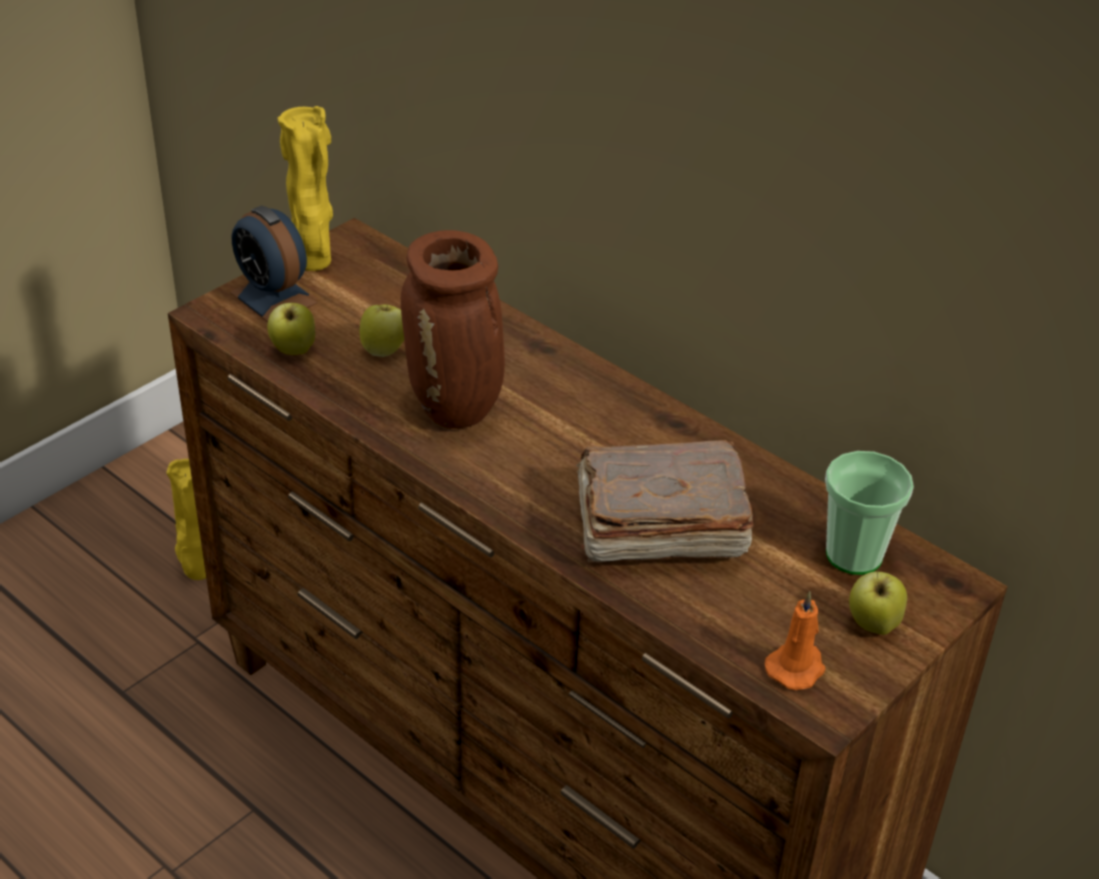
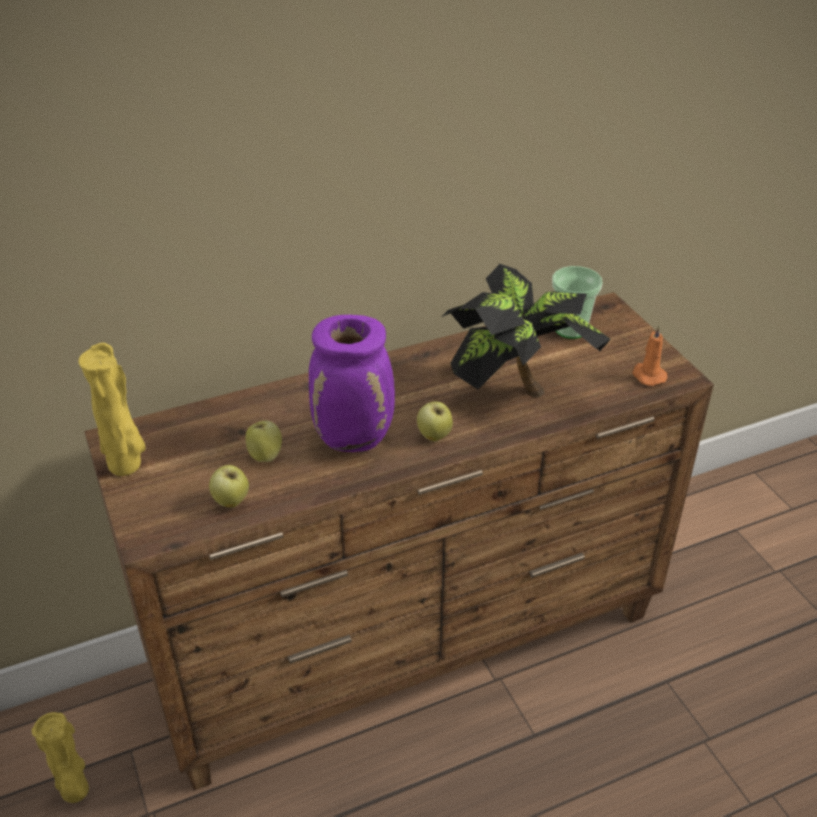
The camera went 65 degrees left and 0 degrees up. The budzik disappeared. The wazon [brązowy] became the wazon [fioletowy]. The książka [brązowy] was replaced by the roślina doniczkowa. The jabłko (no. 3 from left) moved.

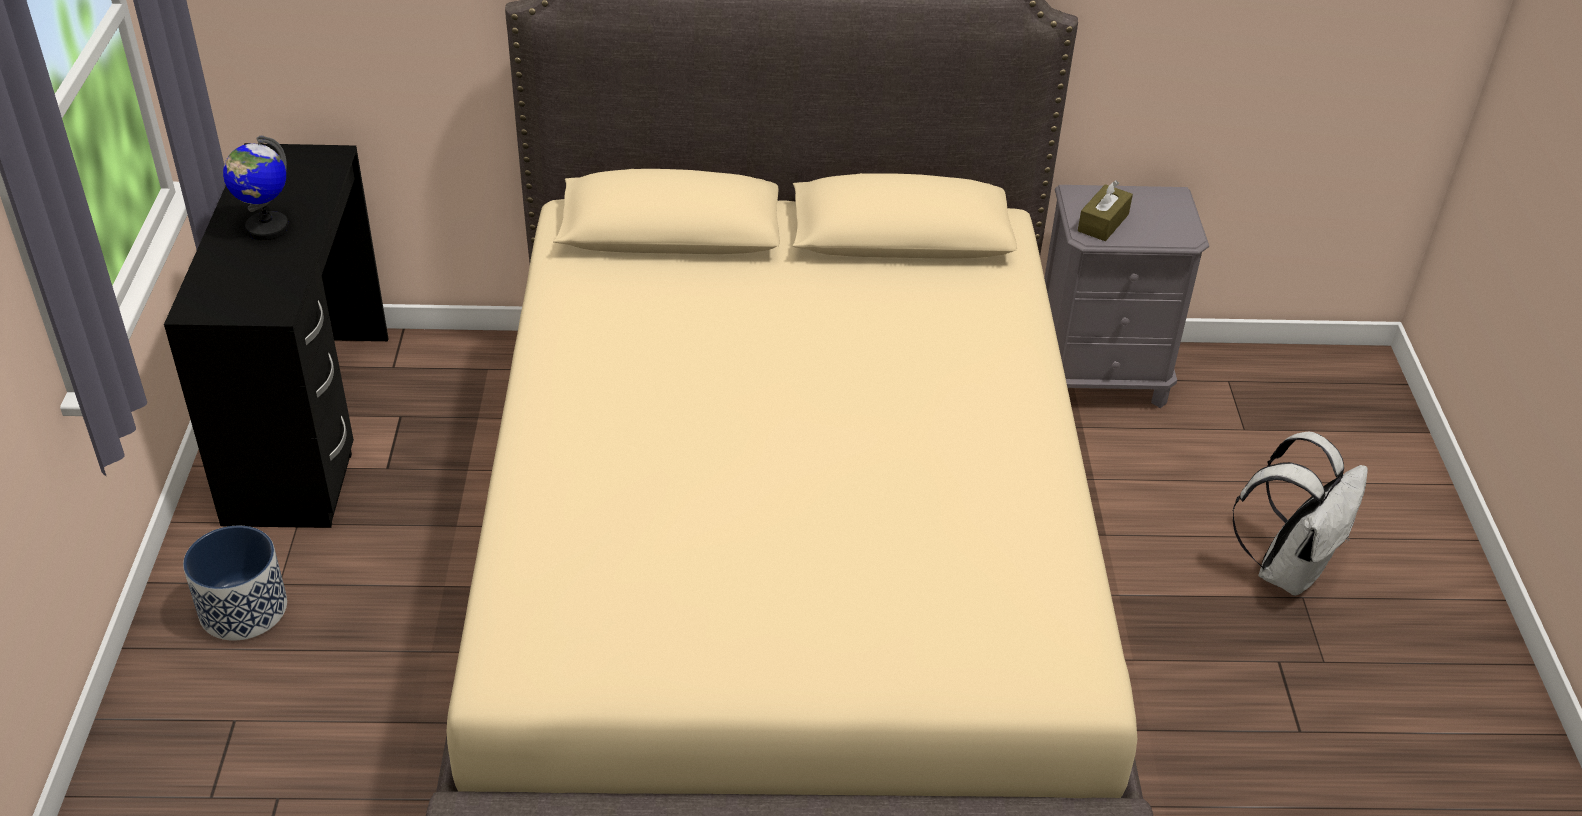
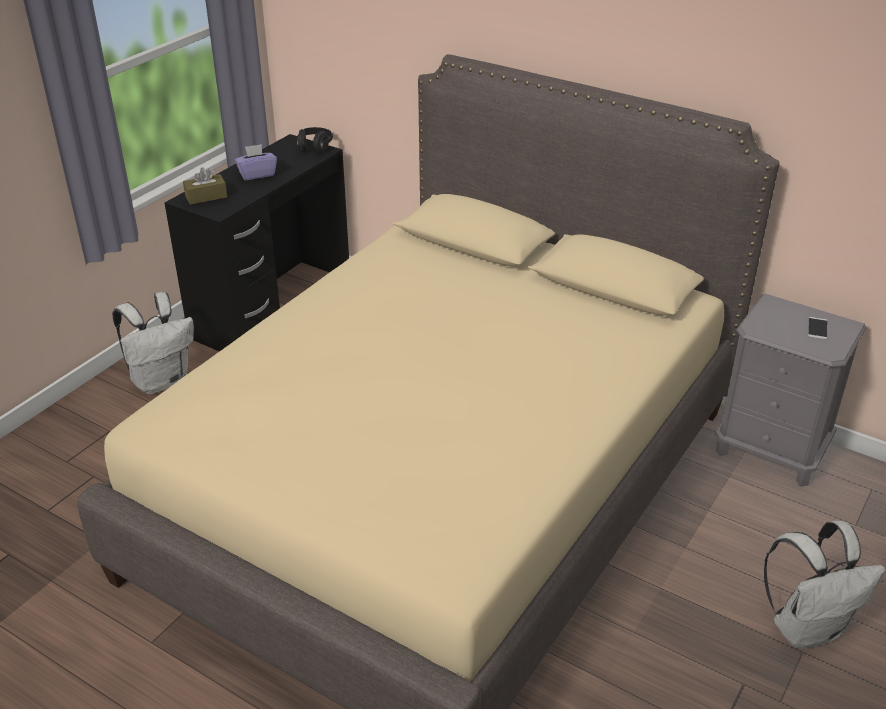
The camera went 35 degrees right and 5 degrees down. The globus was replaced by the pudełko chusteczek [fioletowy]. The pudełko chusteczek [brązowy] moved. The donica was replaced by the plecak [biały] (no. 1 from left). The słuchawki [czarny] appeared. The telefon appeared.

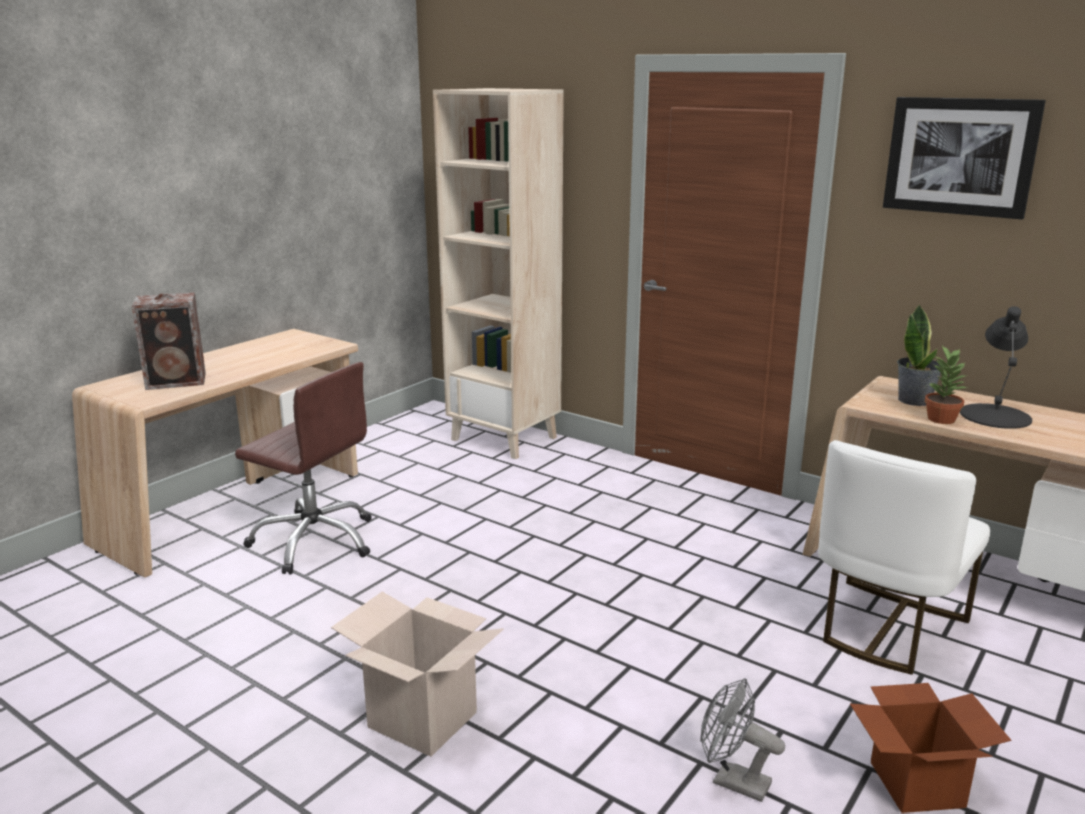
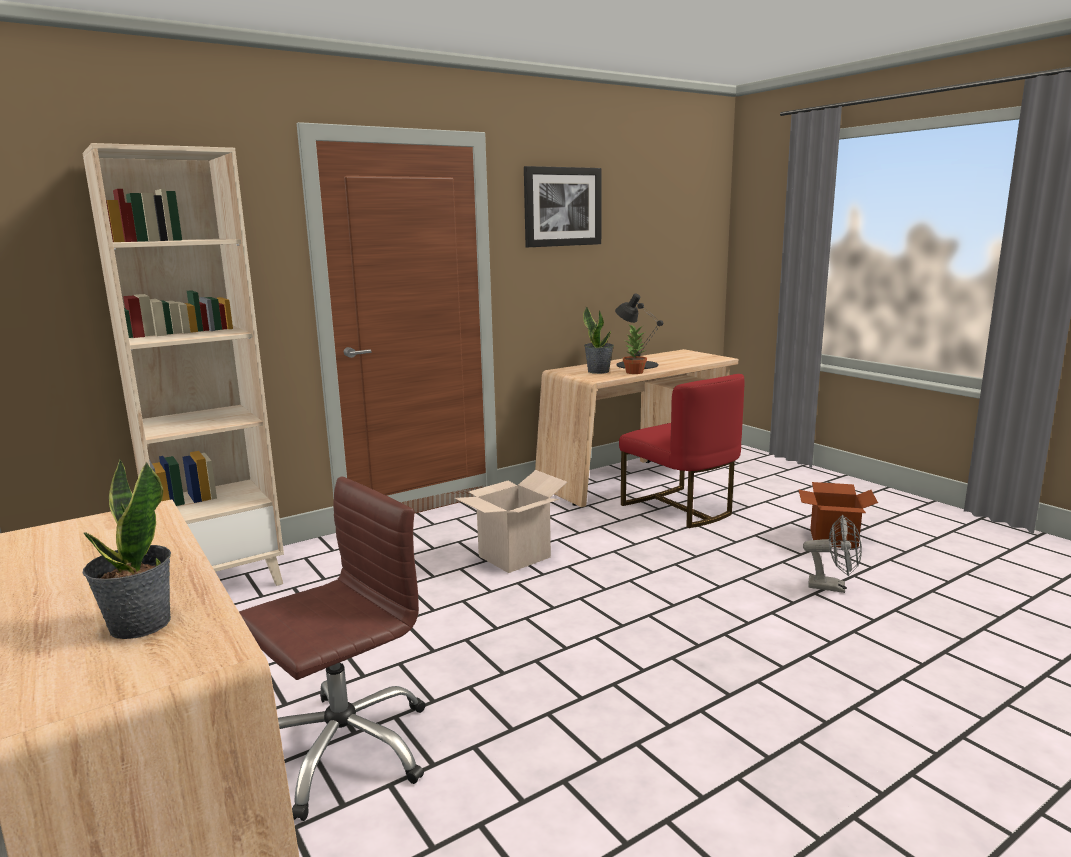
The camera went 70 degrees left and 5 degrees down. The głośnik was replaced by the roślina doniczkowa (no. 1 from left). The krzesło [biały] became the krzesło [czerwony]. The karton (no. 1 from left) moved. The wentylator [szary] turned 120 degrees counterclockwise.

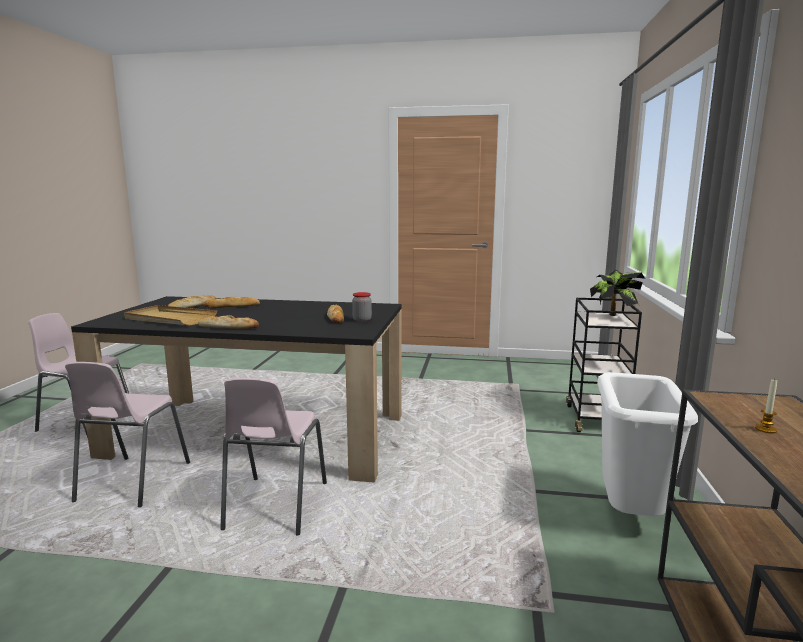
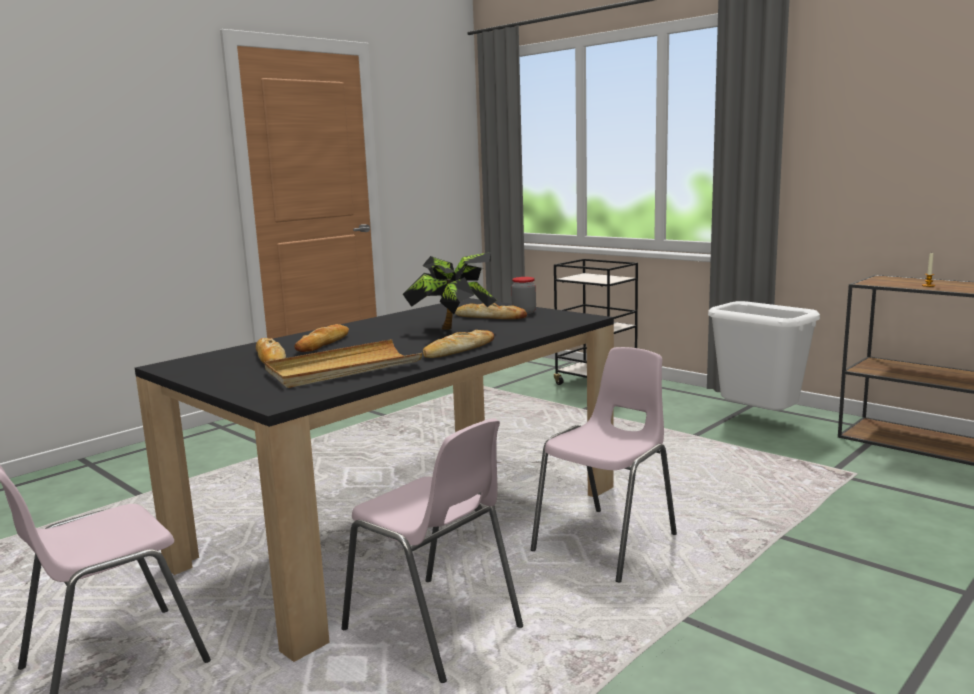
The camera went 55 degrees left and 0 degrees up. The roślina doniczkowa moved. The krzesło [różowy] (no. 3 from left) turned 90 degrees counterclockwise.

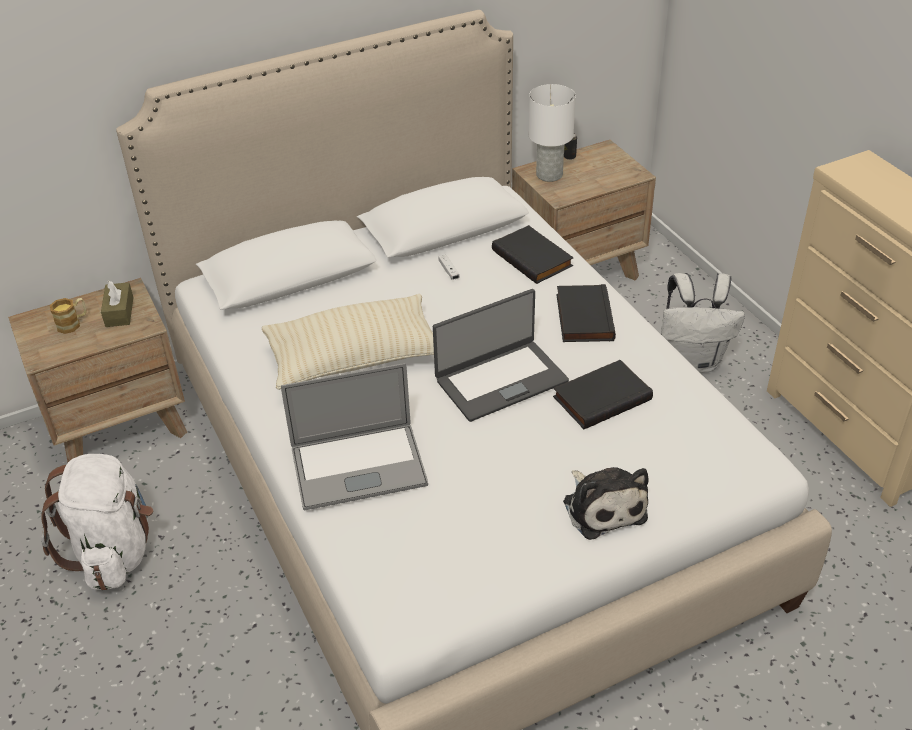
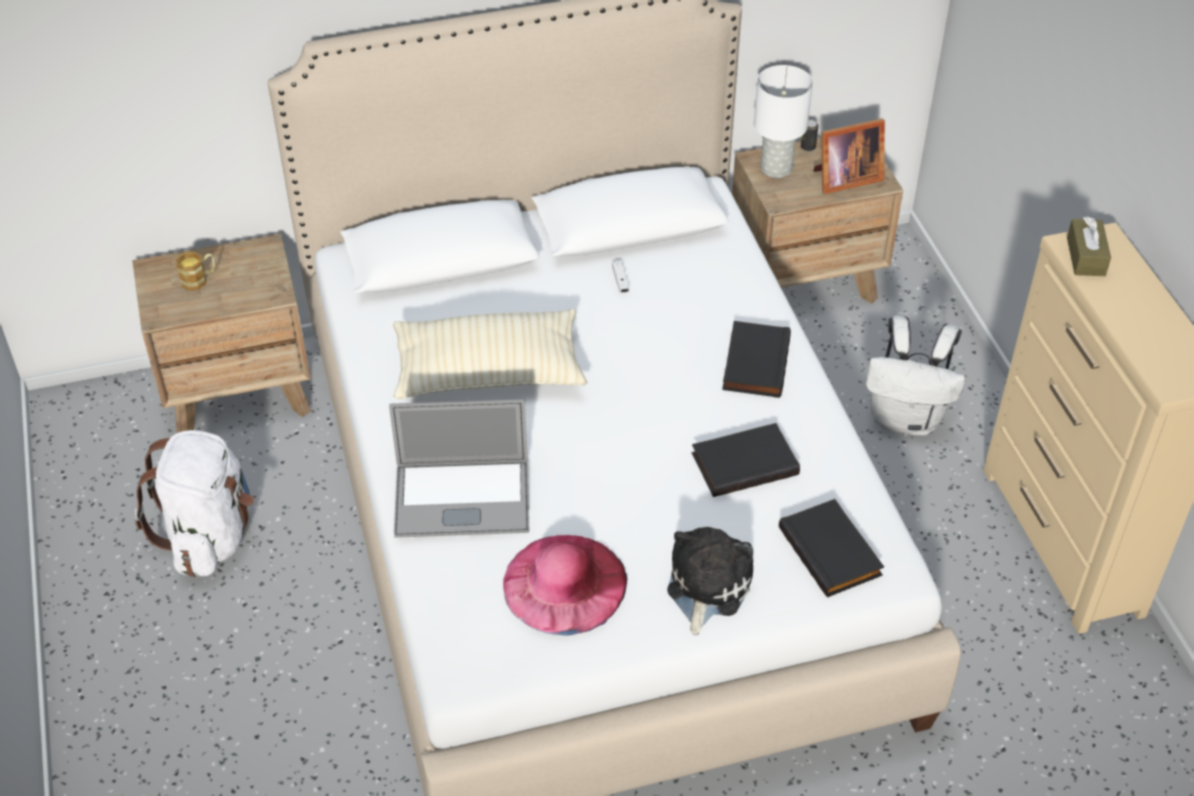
The camera went 10 degrees right and 5 degrees up. The książka [czarny] (no. 1 from left in the first image) moved. The pudełko chusteczek [brązowy] moved. The laptop (no. 2 from left) disappeared. The pluszak turned 150 degrees counterclockwise. The ramka na zdjęcie appeared. The kapelusz [różowy] appeared.

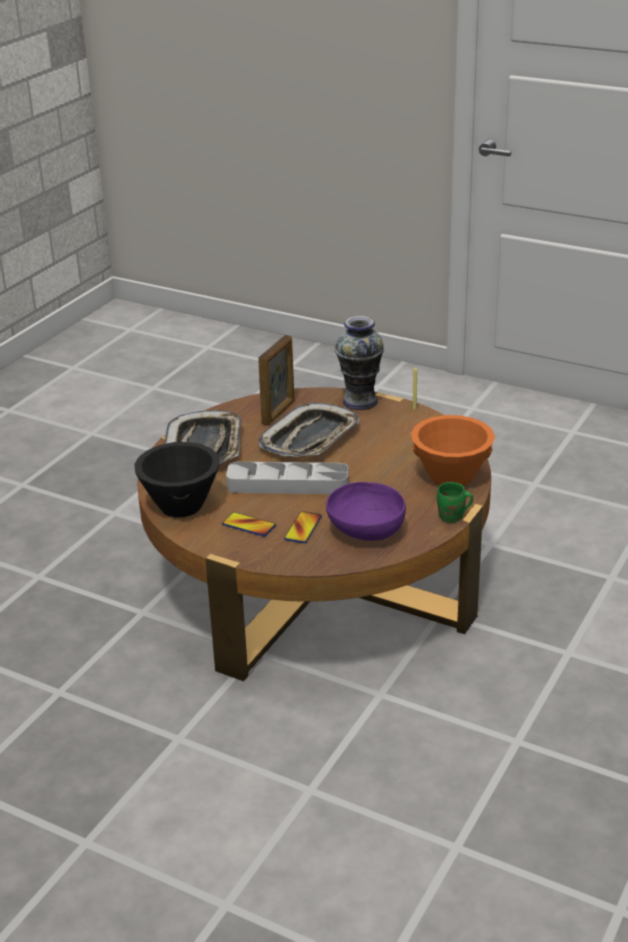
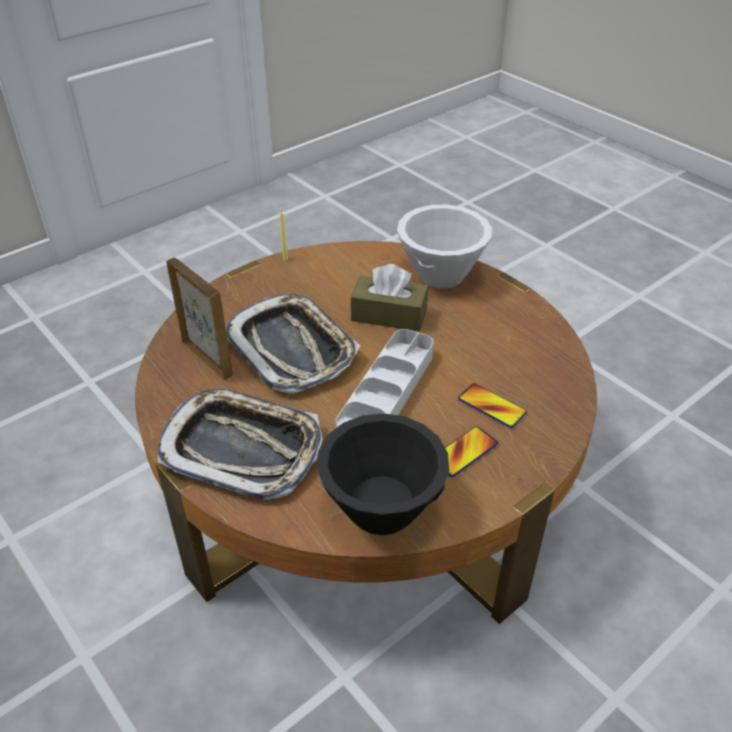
The camera went 70 degrees left and 10 degrees up. The wazon disappeared. The miska [pomarańczowy] became the miska [biały]. The miska [fioletowy] disappeared. The kubek [zielony] disappeared. The pudełko chusteczek [brązowy] appeared.

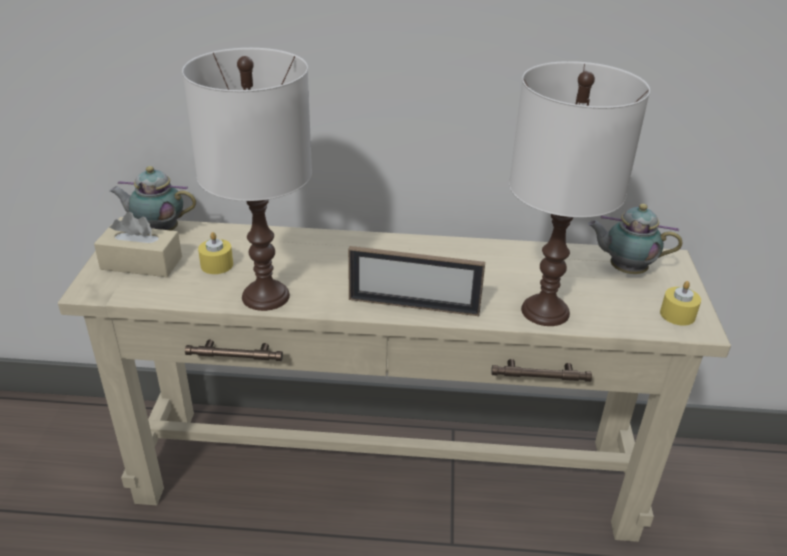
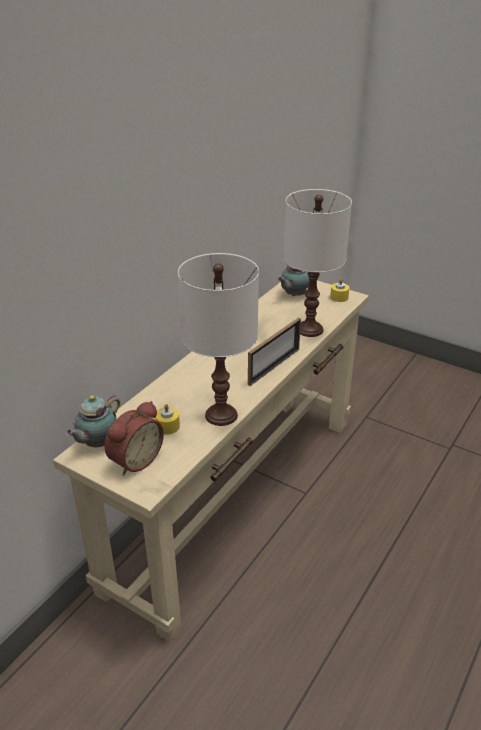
The camera went 60 degrees left and 0 degrees up. The pudełko chusteczek [beżowy] was replaced by the budzik.

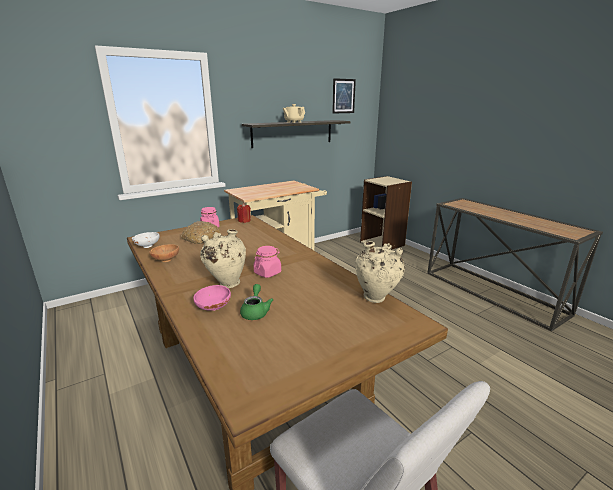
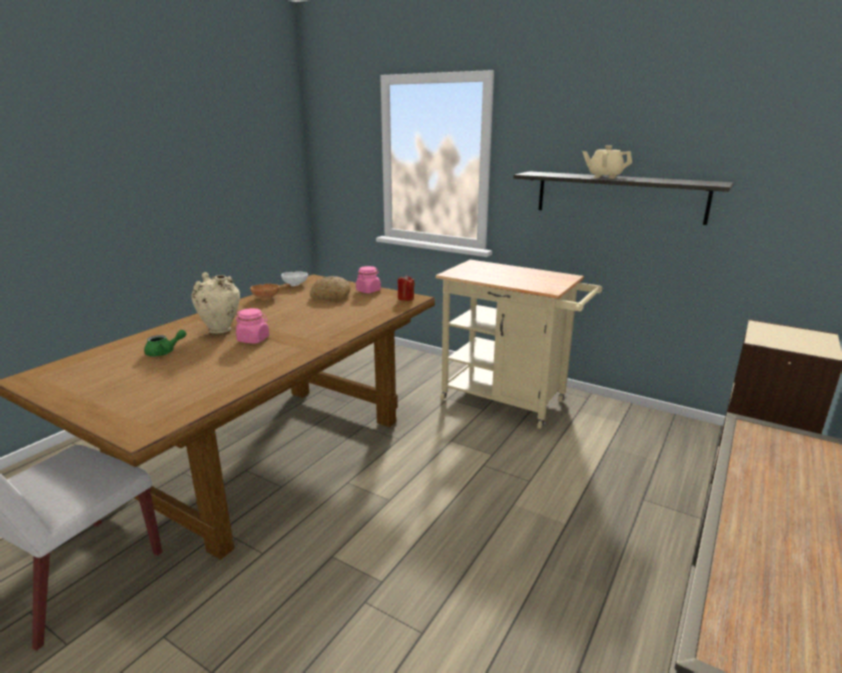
The camera went 65 degrees right and 0 degrees up. The obraz disappeared. The wazon [beżowy] (no. 2 from left) disappeared. The miska [różowy] disappeared.

